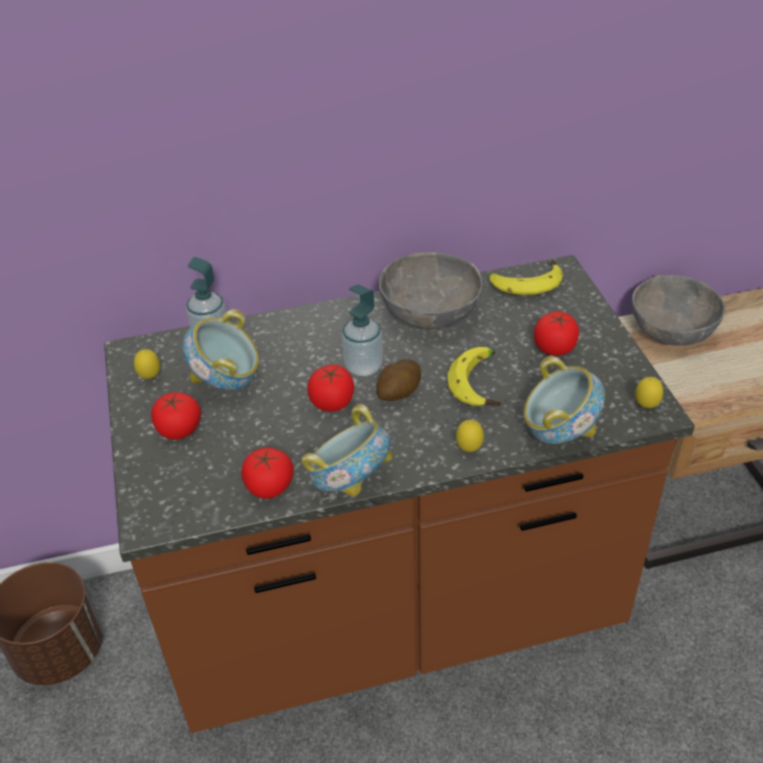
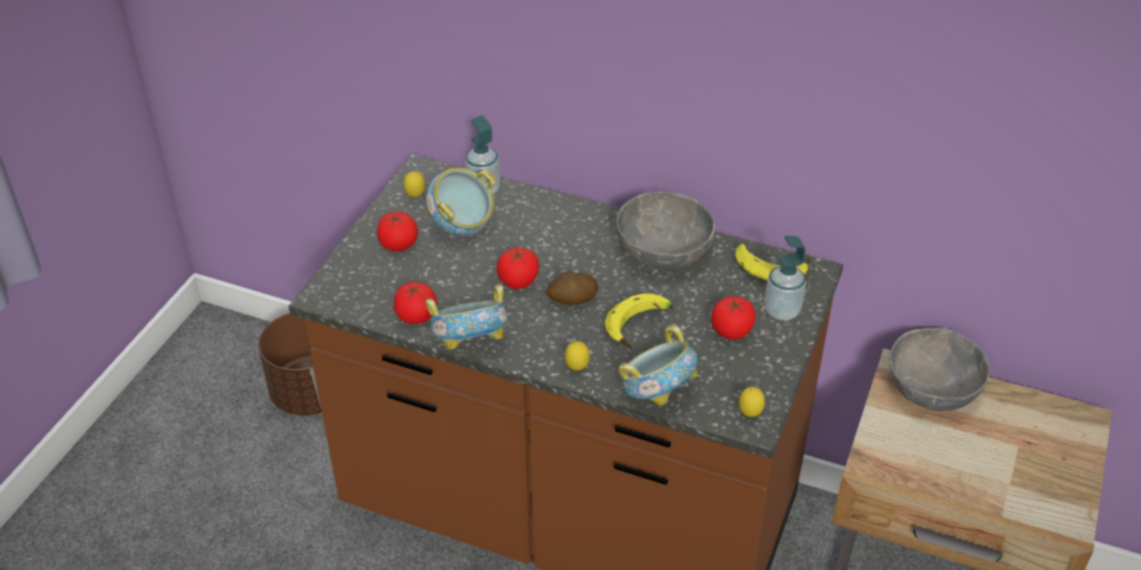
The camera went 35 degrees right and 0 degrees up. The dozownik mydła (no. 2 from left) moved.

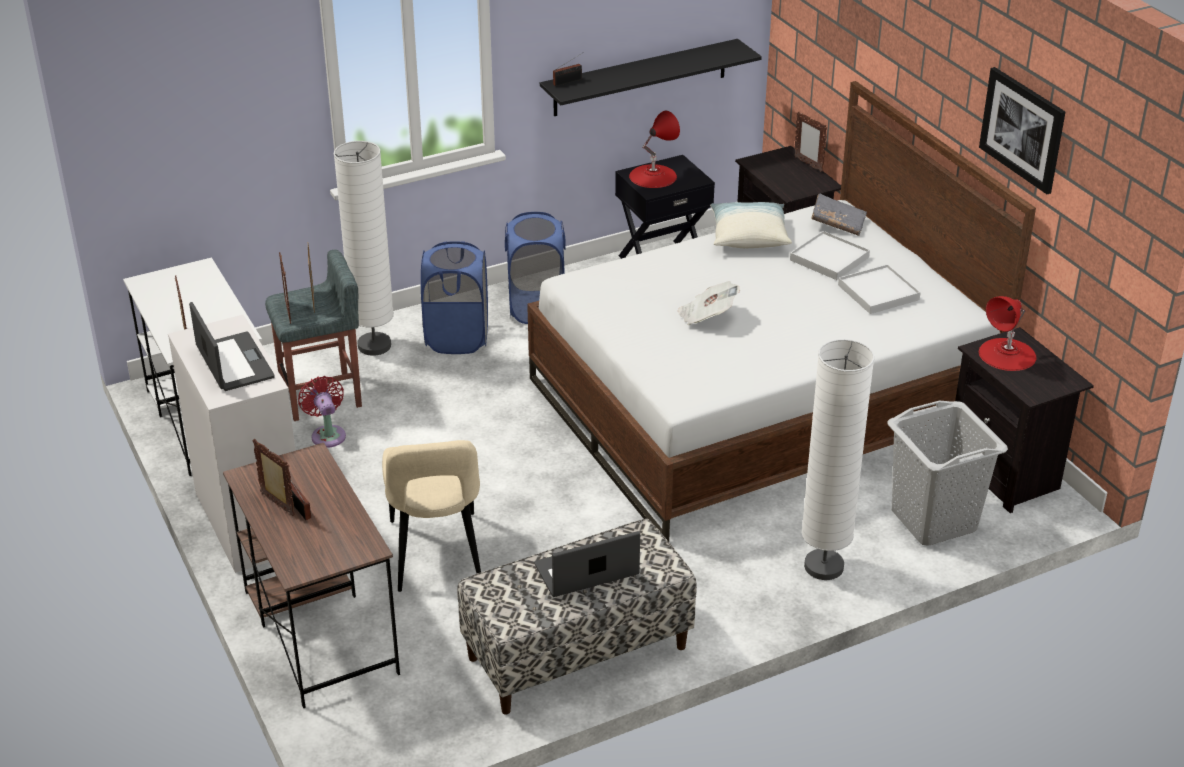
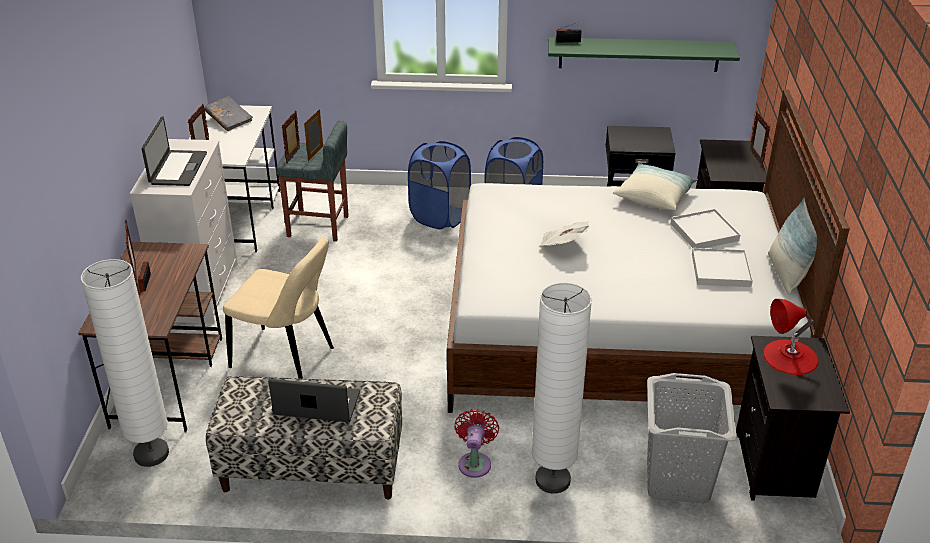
The camera went 30 degrees right and 0 degrees up. The półka [czarny] became the półka [zielony]. The obraz disappeared. The lampa stołowa [czerwony] (no. 1 from left) disappeared. The lampa stojąca [biały] (no. 1 from left) moved. The książka [szary] moved. The wentylator [czerwony] moved. The krzesło [beżowy] turned 90 degrees counterclockwise. The poduszka (no. 2 from left) appeared.

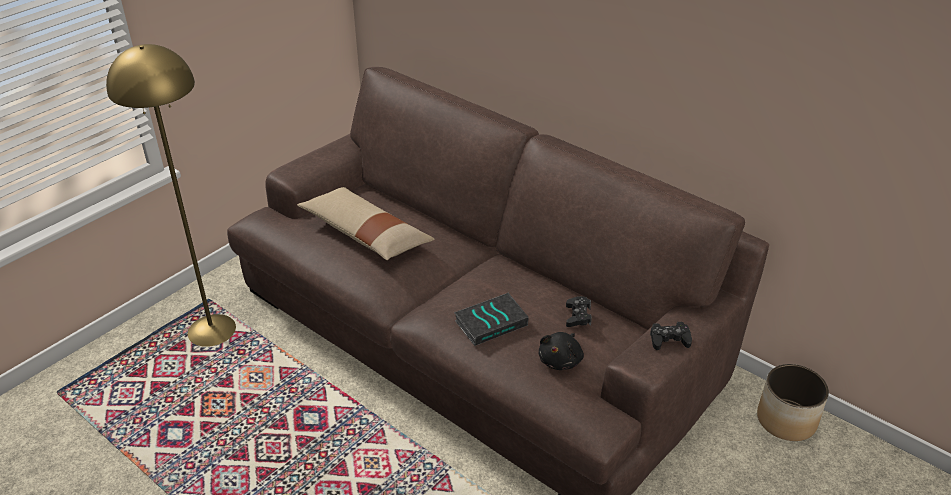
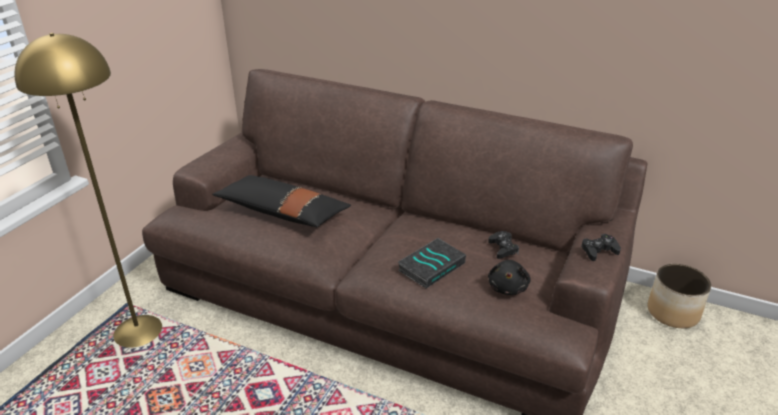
The camera went 15 degrees left and 5 degrees down. The poduszka [beżowy] became the poduszka [czarny].

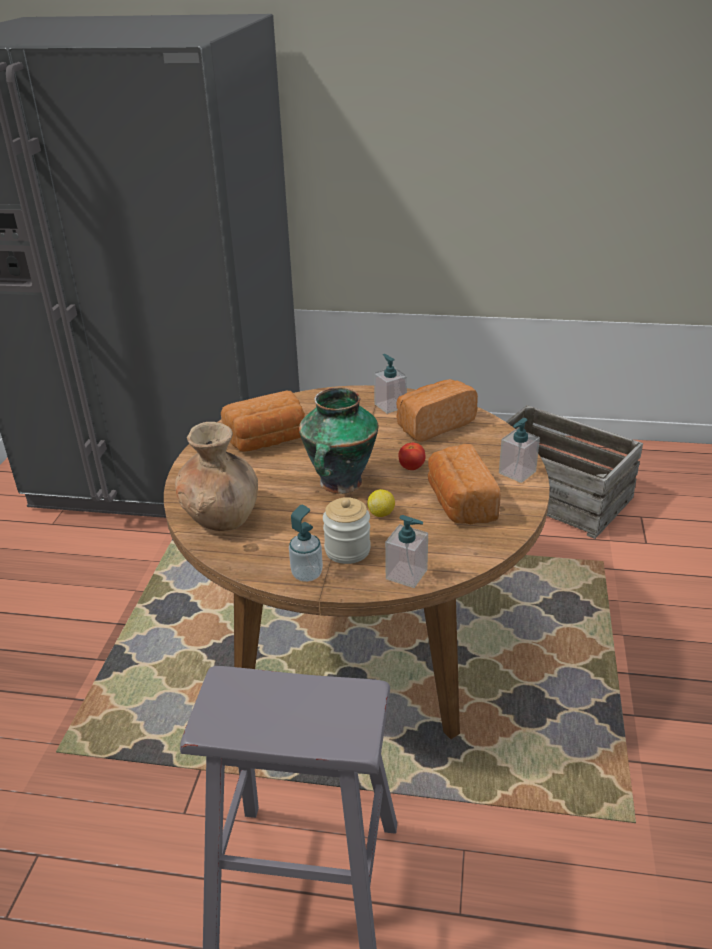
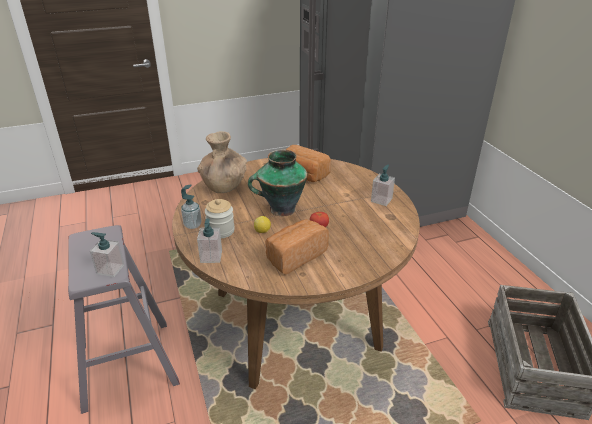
The camera went 60 degrees right and 0 degrees up. The chleb (no. 2 from left) disappeared. The dozownik mydła (no. 4 from left in the first image) moved.

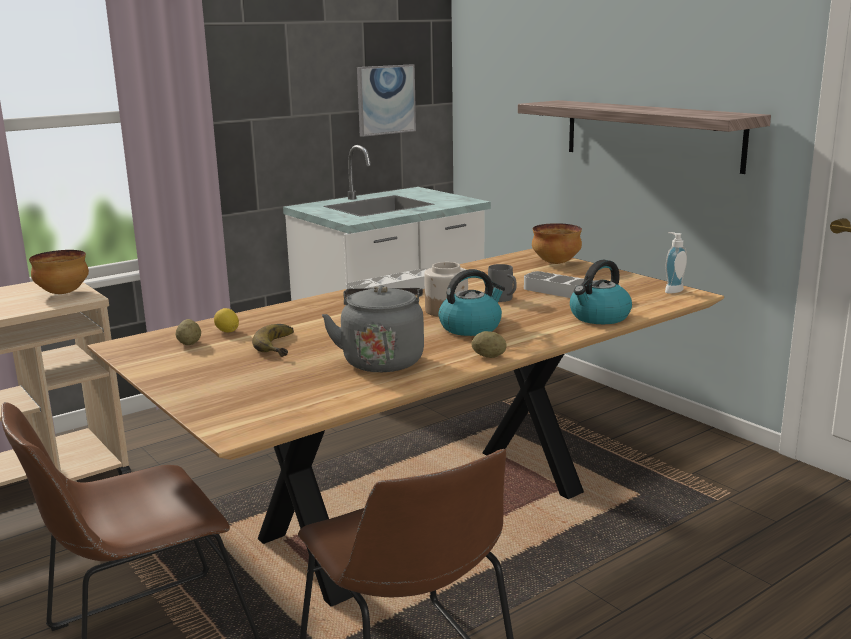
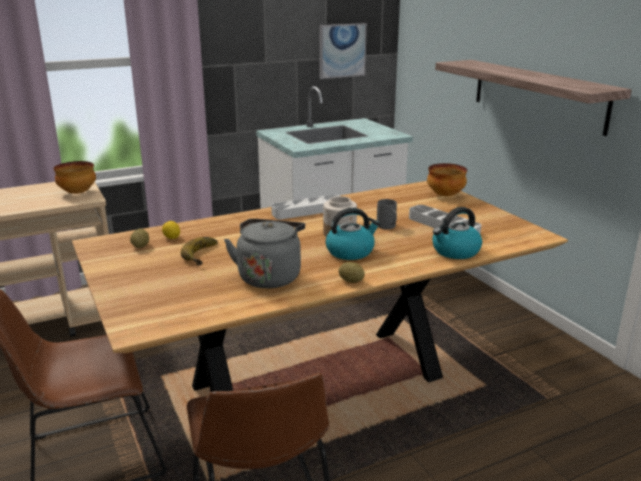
The camera went 10 degrees right and 5 degrees up. The dozownik mydła disappeared.

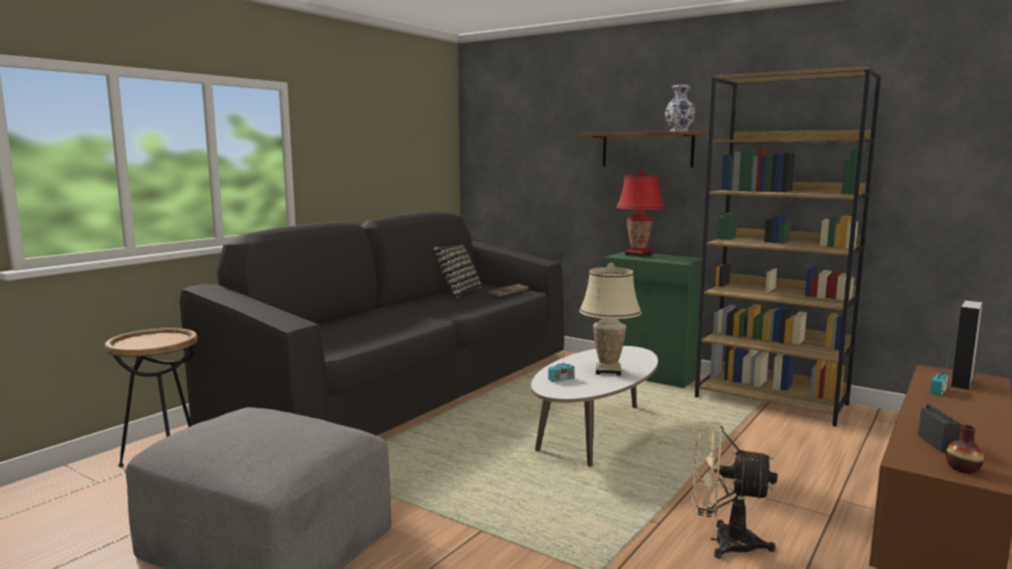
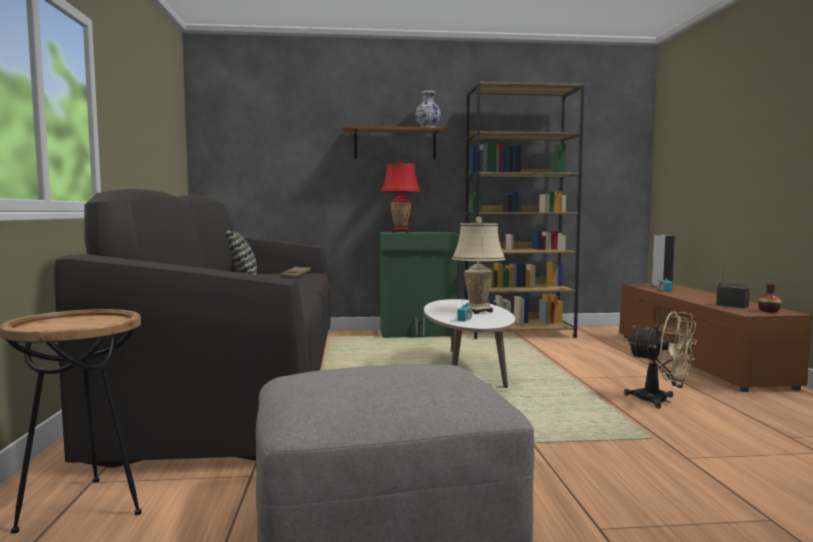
The camera went 40 degrees left and 5 degrees down. The wentylator [beżowy] turned 120 degrees counterclockwise.

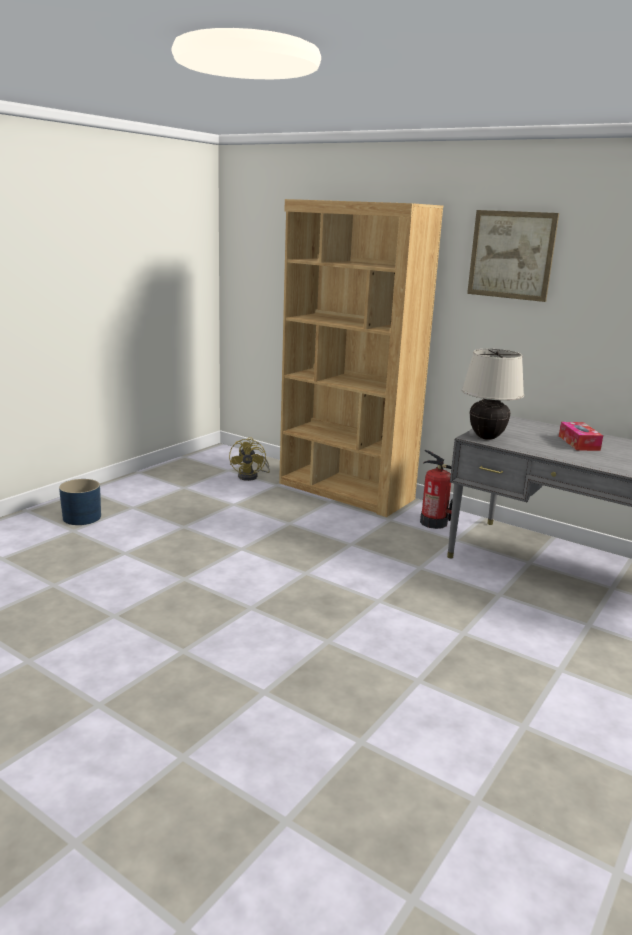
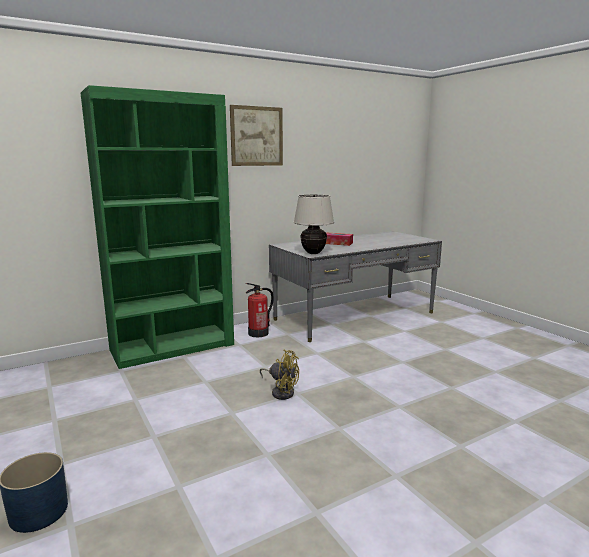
The camera went 65 degrees left and 5 degrees down. The regał [brązowy] became the regał [zielony]. The wentylator [żółty] moved.

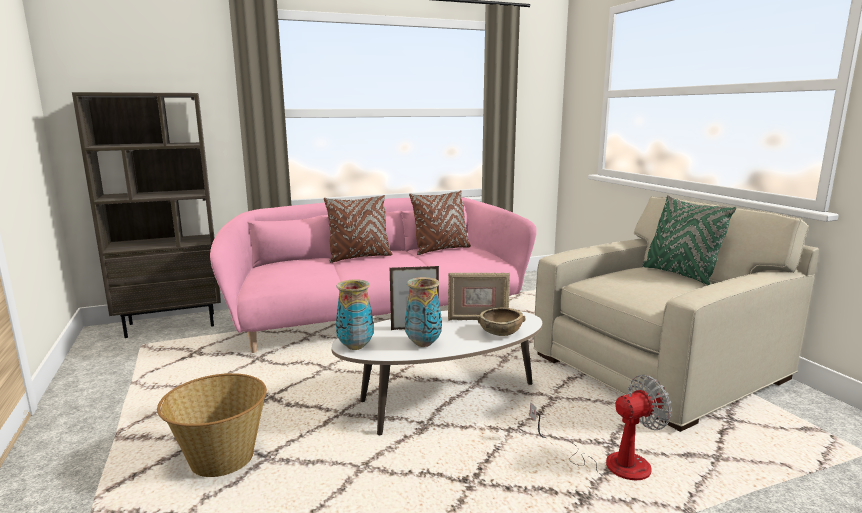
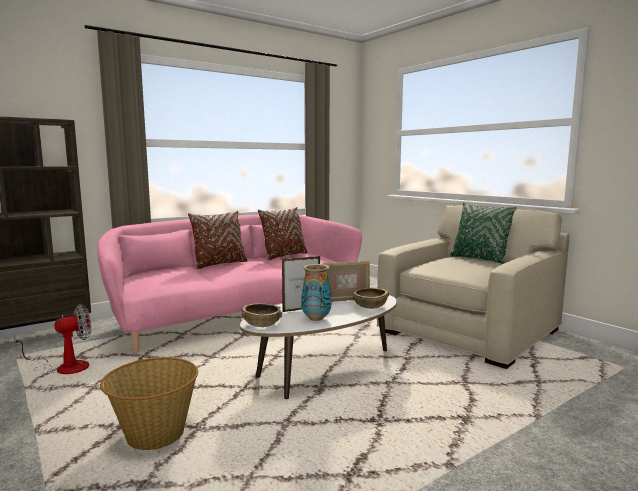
The camera went 15 degrees left and 5 degrees down. The wazon (no. 1 from left) was replaced by the miska [brązowy] (no. 1 from left). The wentylator moved.

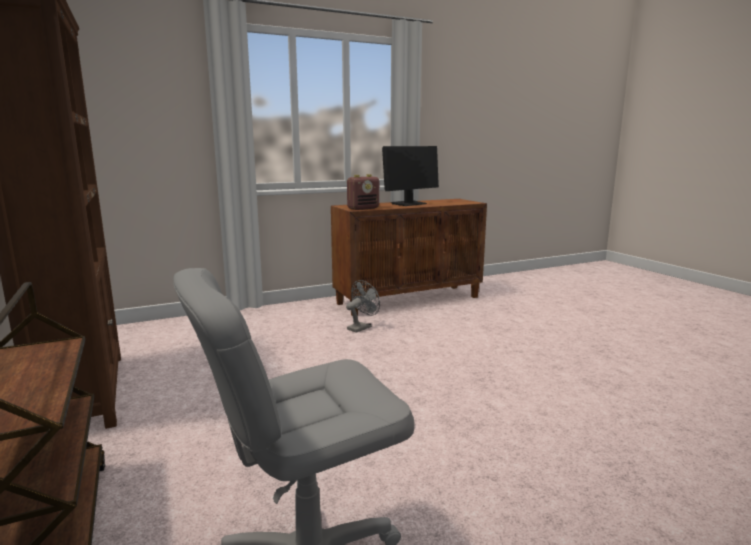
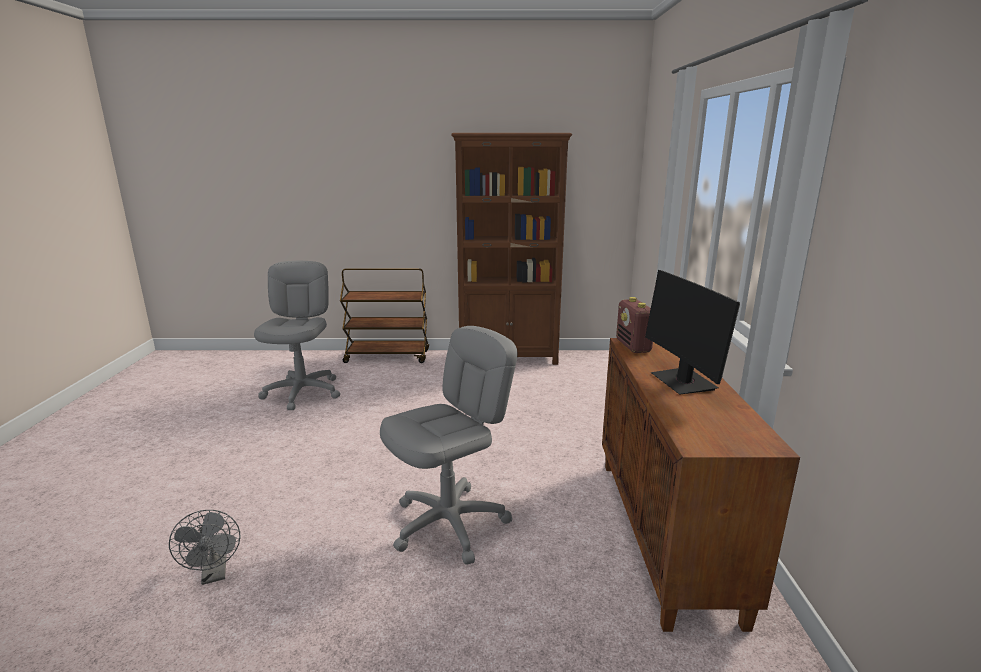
The camera went 115 degrees right and 5 degrees up. The wentylator [szary] moved. The krzesło biurowe [szary] (no. 2 from left) appeared.

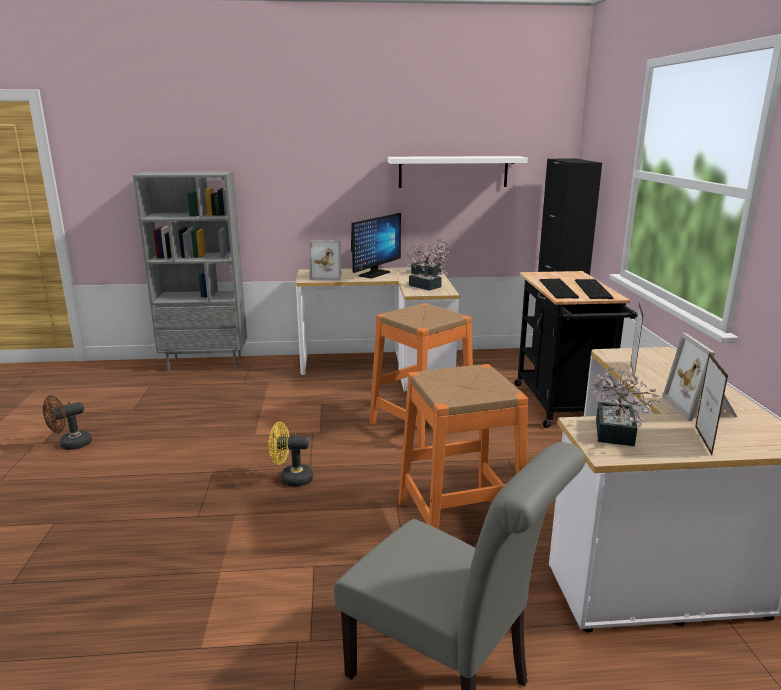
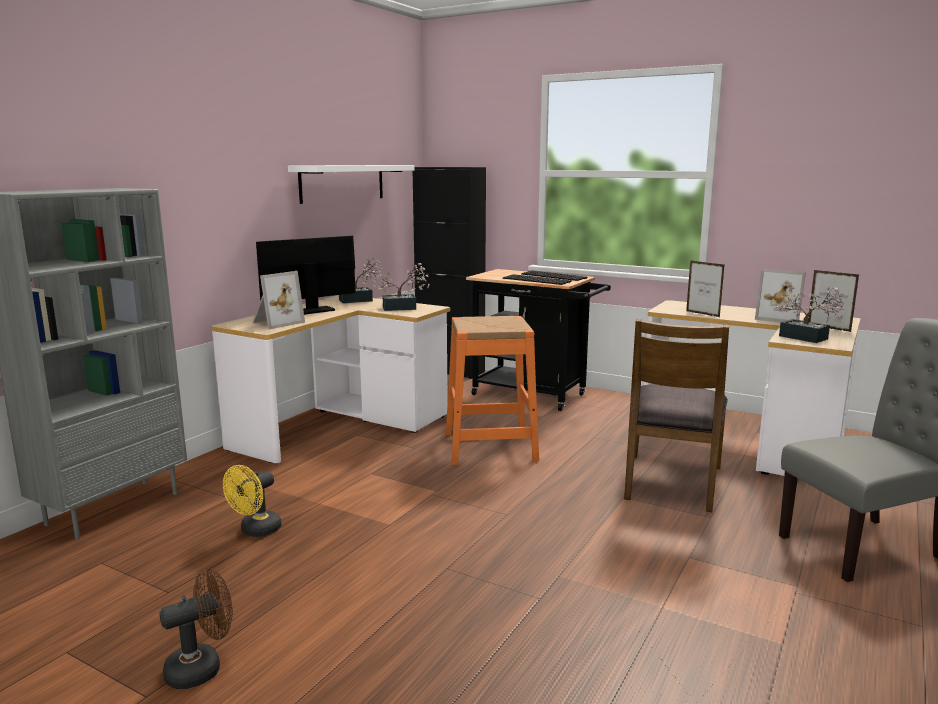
The camera went 55 degrees left and 5 degrees down. The monitor turned 105 degrees counterclockwise. The stołek [pomarańczowy] (no. 2 from left) was replaced by the krzesło [brązowy]. The wentylator [brązowy] turned 120 degrees counterclockwise. The wentylator [żółty] moved.

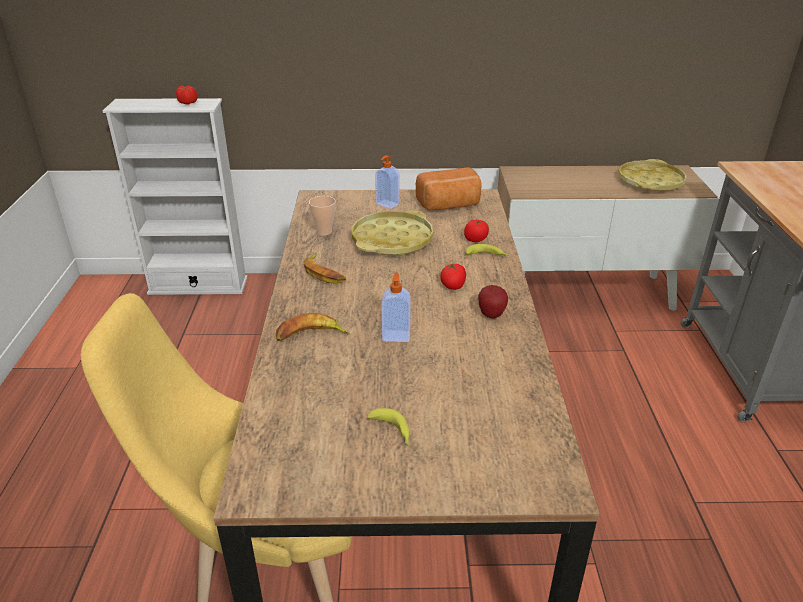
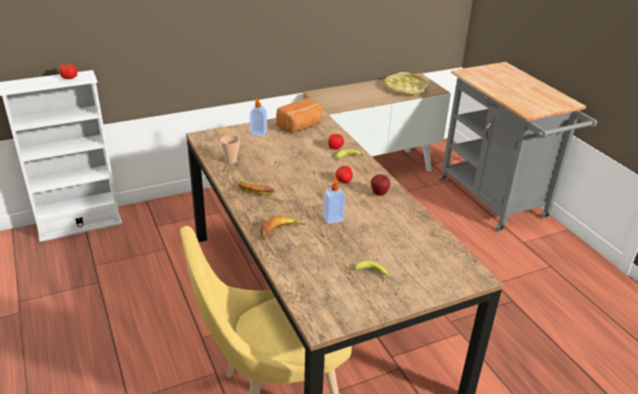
The camera went 25 degrees left and 0 degrees up. The taca [żółty] (no. 1 from left) disappeared.

